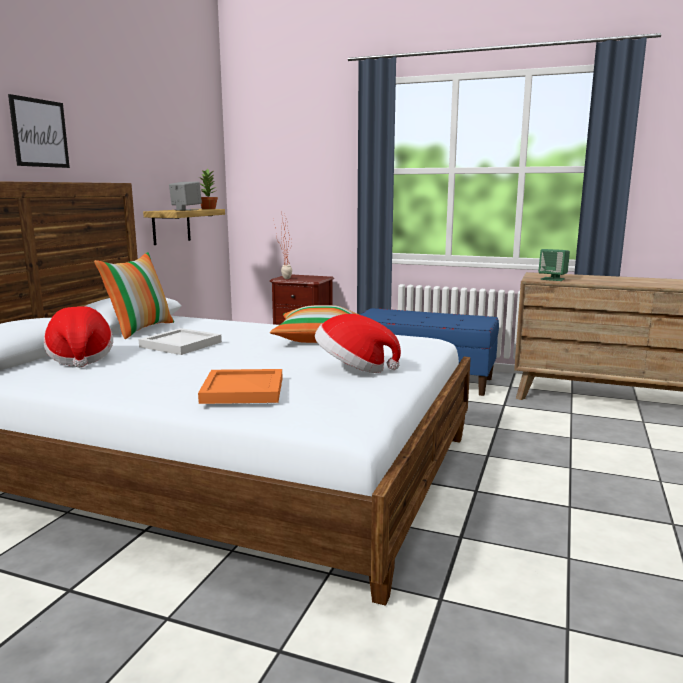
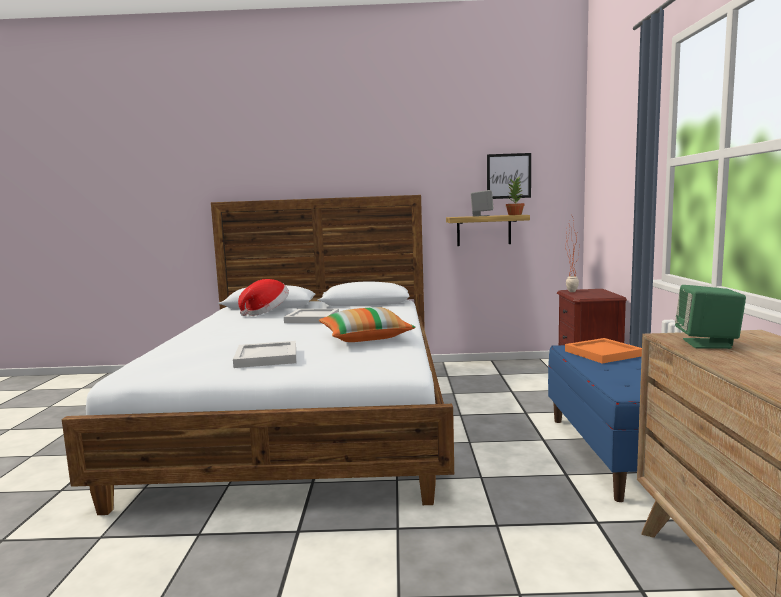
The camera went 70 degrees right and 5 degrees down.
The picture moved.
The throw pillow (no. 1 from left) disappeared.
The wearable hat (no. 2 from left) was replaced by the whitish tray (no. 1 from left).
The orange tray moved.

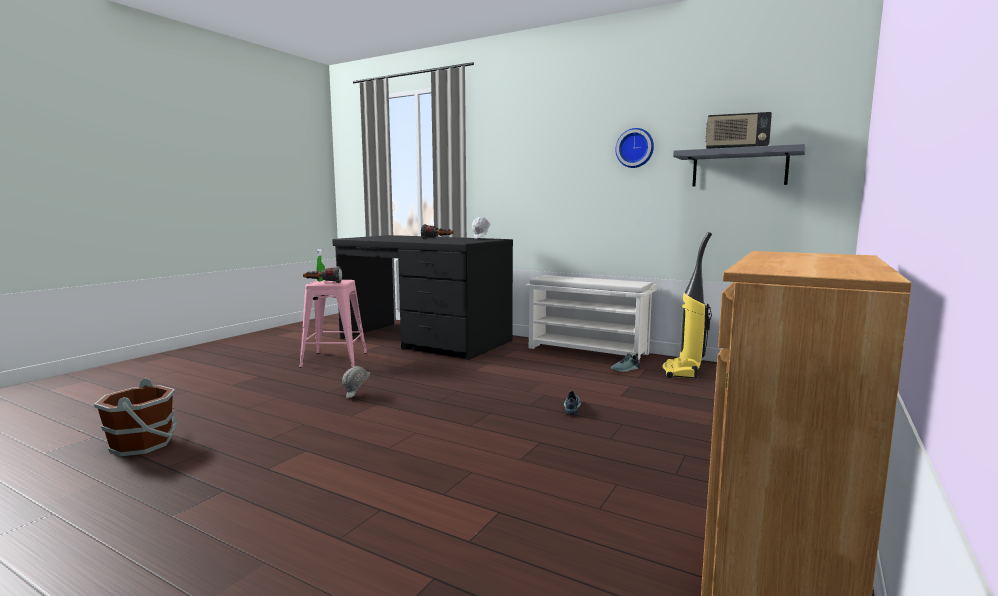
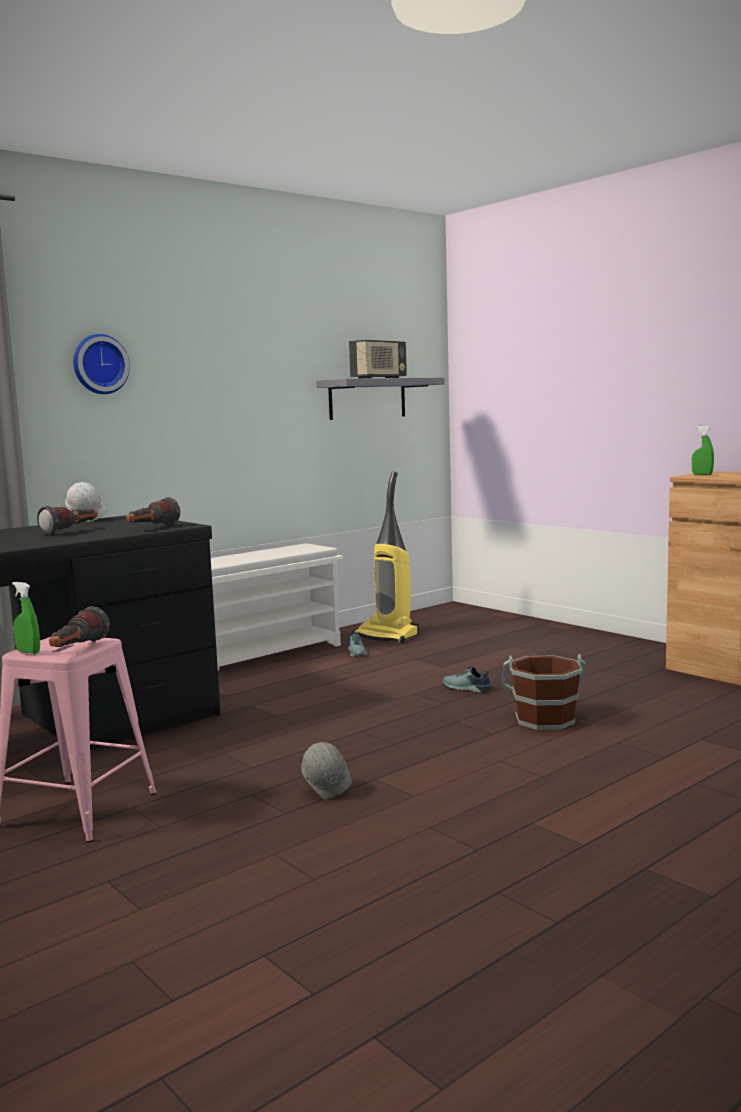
The camera went 70 degrees left and 0 degrees up.
The clock on the wall moved.
The brown-coloured pail moved.
The green sprayer (no. 2 from left) appeared.
The torch (no. 3 from left) appeared.

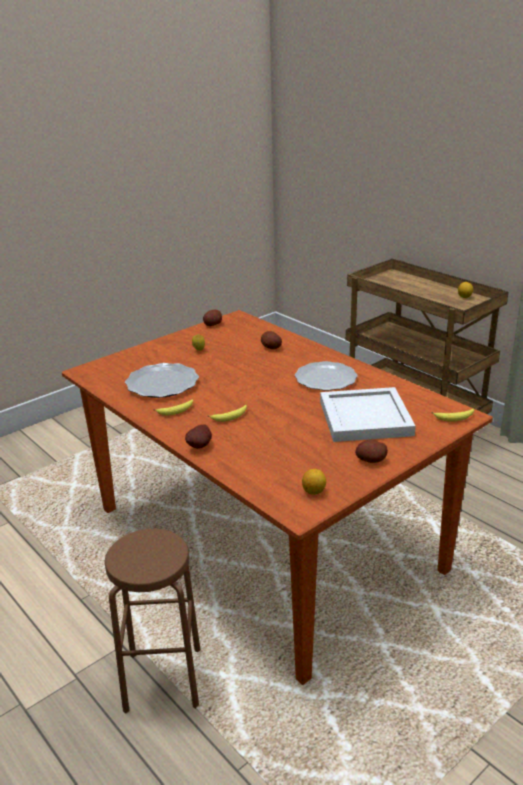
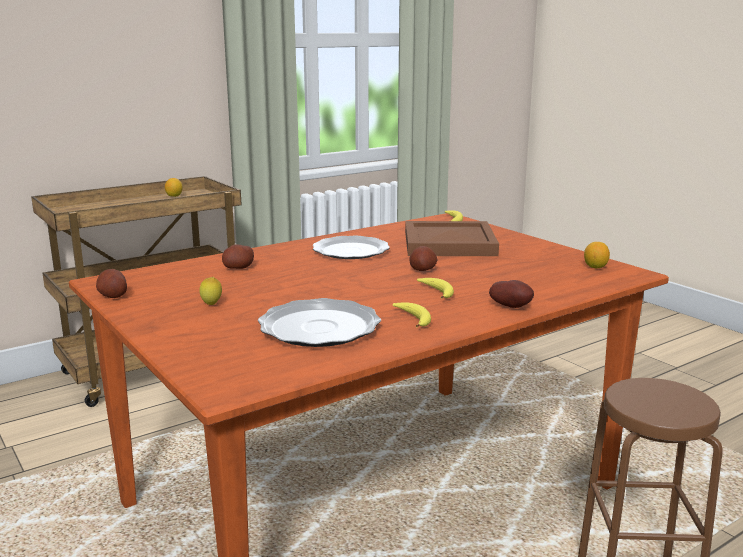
The camera went 85 degrees left and 10 degrees down.
The whitish tray became the brown-coloured tray.
The spud (no. 4 from left in the first image) moved.

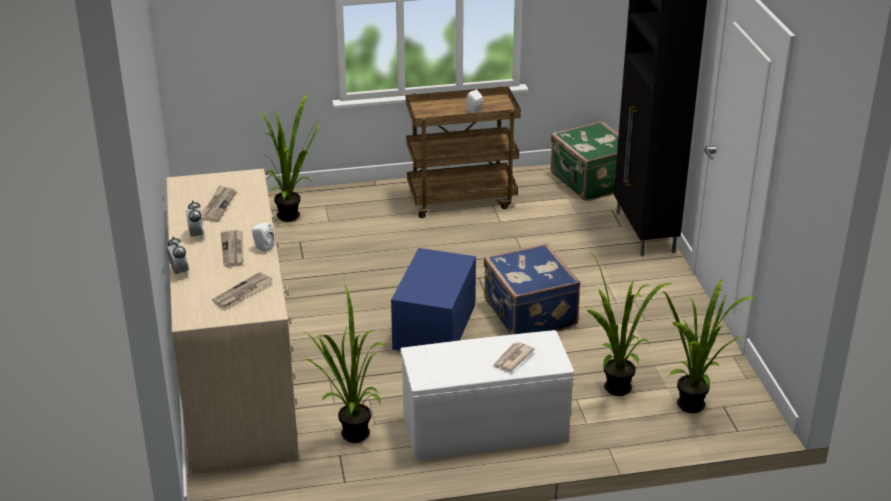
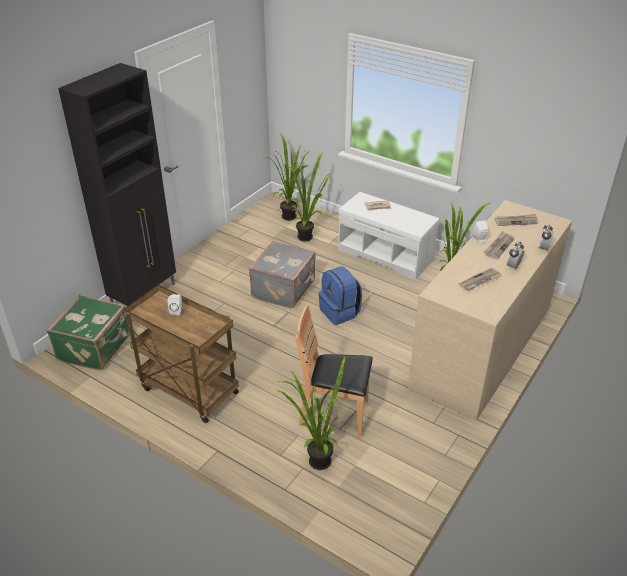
The camera went 135 degrees left and 5 degrees up.
The blue piece of luggage became the grey piece of luggage.
The blue storage container was replaced by the blue backpack.
The brown-coloured chair appeared.

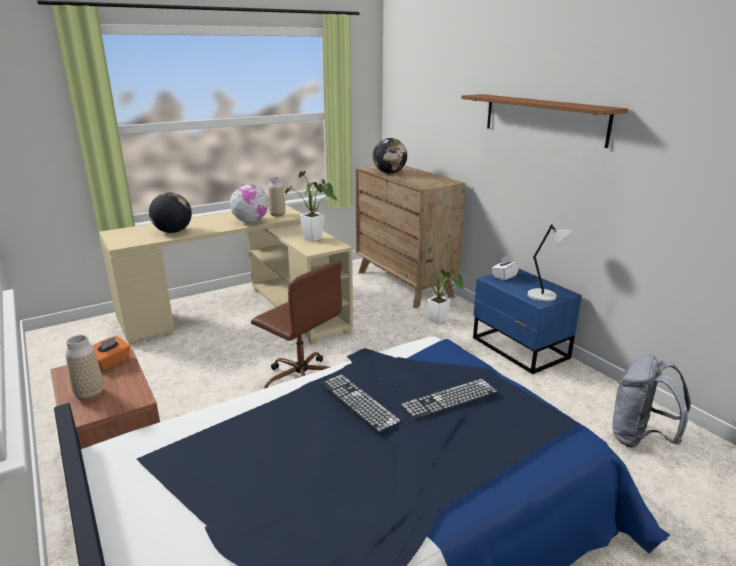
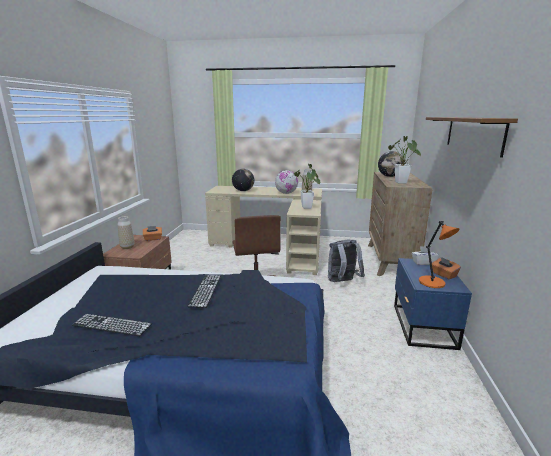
The camera went 40 degrees right and 5 degrees down.
The grey tabletop lamp became the orange tabletop lamp.
The plant in a pot (no. 2 from left) moved.
The grey backpack moved.
The computer keyboard (no. 2 from left in the first image) moved.
The orange tissue box (no. 2 from left) appeared.

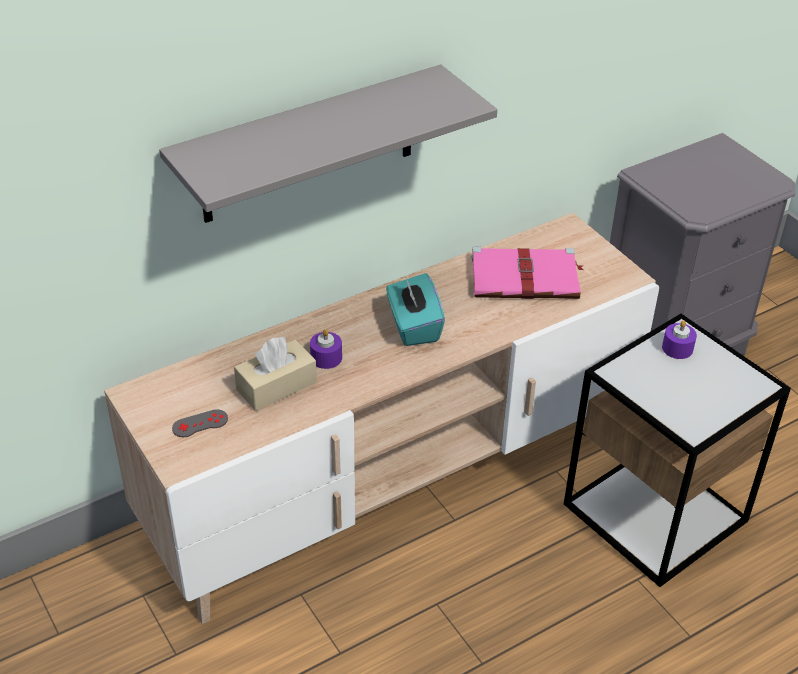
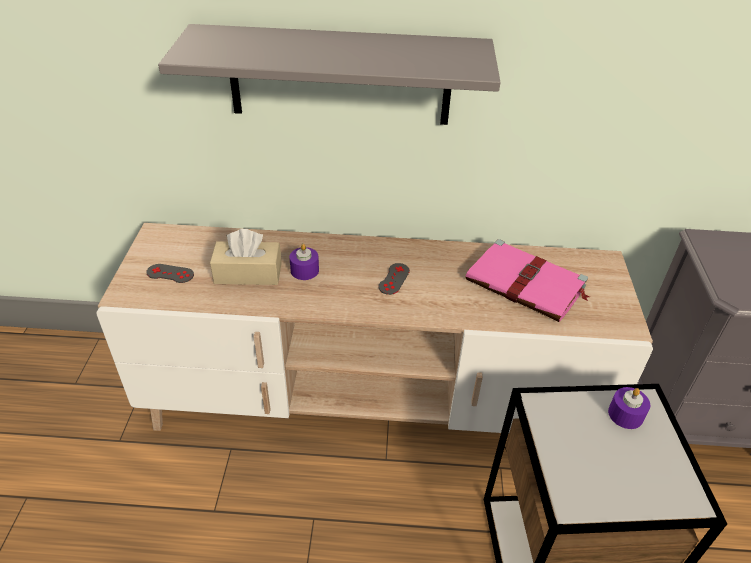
The camera went 35 degrees right and 0 degrees up.
The turquoise tissue box was replaced by the grey gamepad (no. 2 from left).

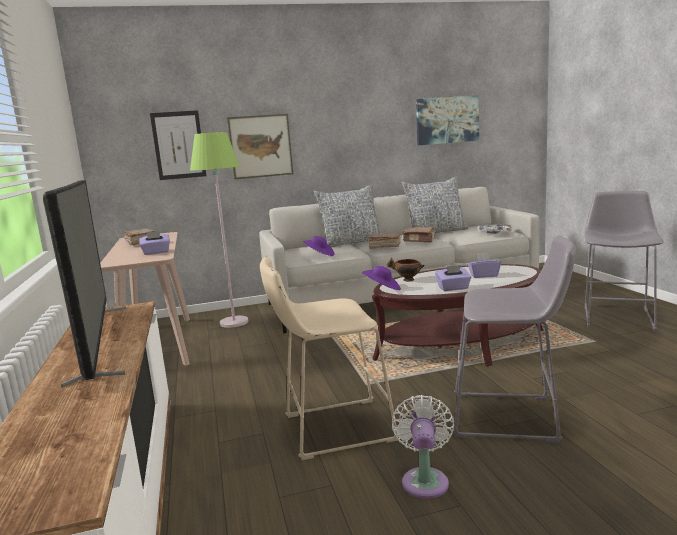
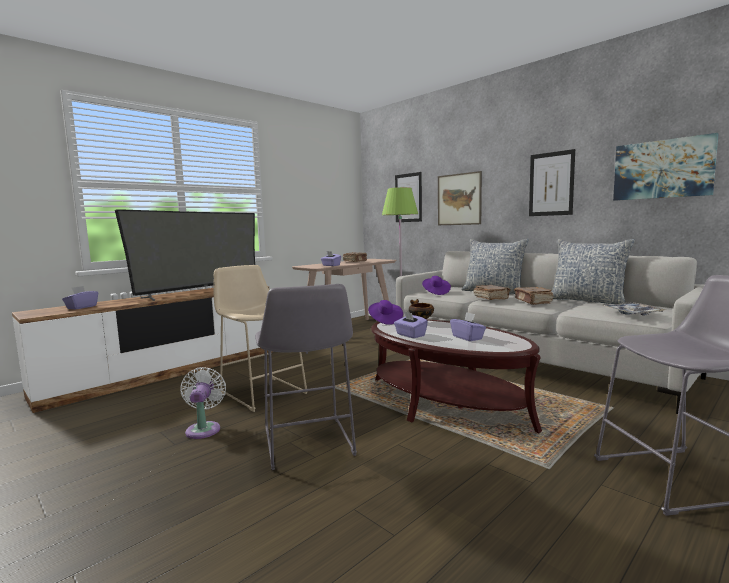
The camera went 60 degrees right and 5 degrees down.
The whitish cooling fan turned 75 degrees counterclockwise.
The picture (no. 3 from left) appeared.
The purple-coloured tissue box (no. 1 from left) appeared.

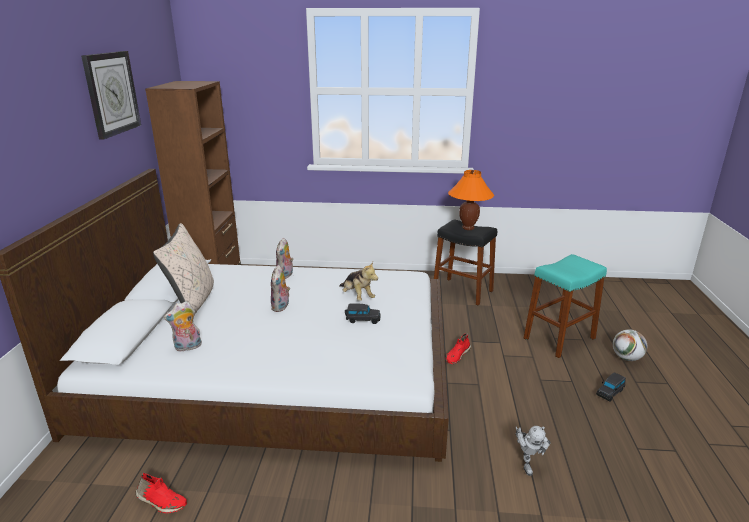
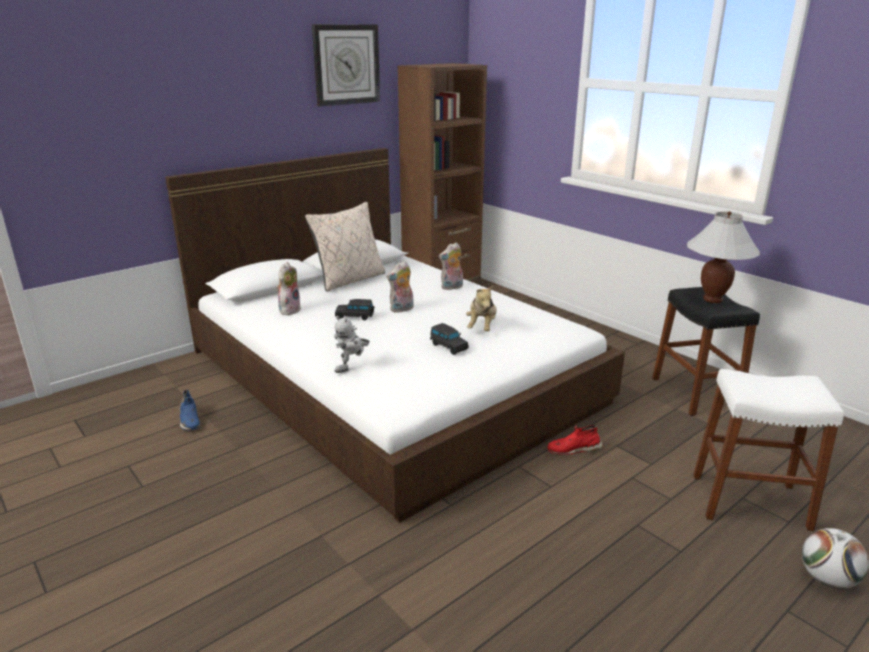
The camera went 45 degrees right and 0 degrees up.
The orange tabletop lamp became the whitish tabletop lamp.
The turquoise sitting stool became the whitish sitting stool.
The cuddly toy (no. 1 from left) turned 90 degrees clockwise.
The blackish toy car (no. 2 from left in the first image) moved.
The toy robot moved.
The red-coloured low shoe (no. 1 from left) became the blue low shoe.

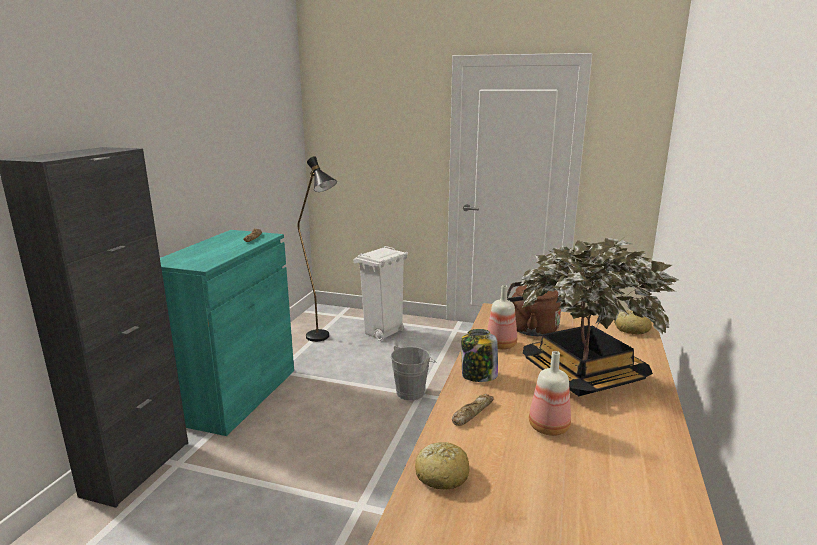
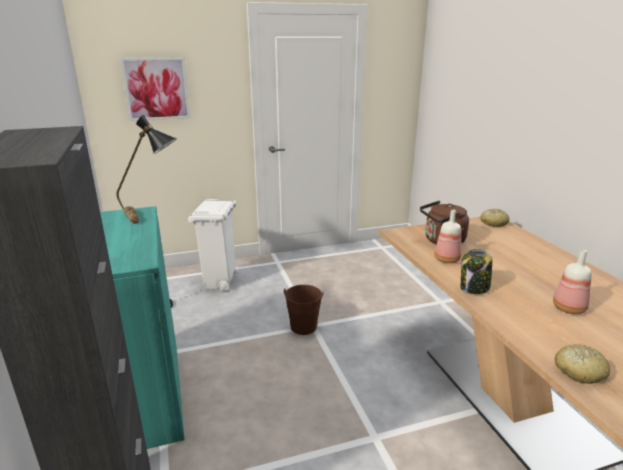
The camera went 35 degrees left and 5 degrees up.
The plant in a pot disappeared.
The grey pail became the brown-coloured pail.
The bread (no. 3 from left) disappeared.
The picture appeared.

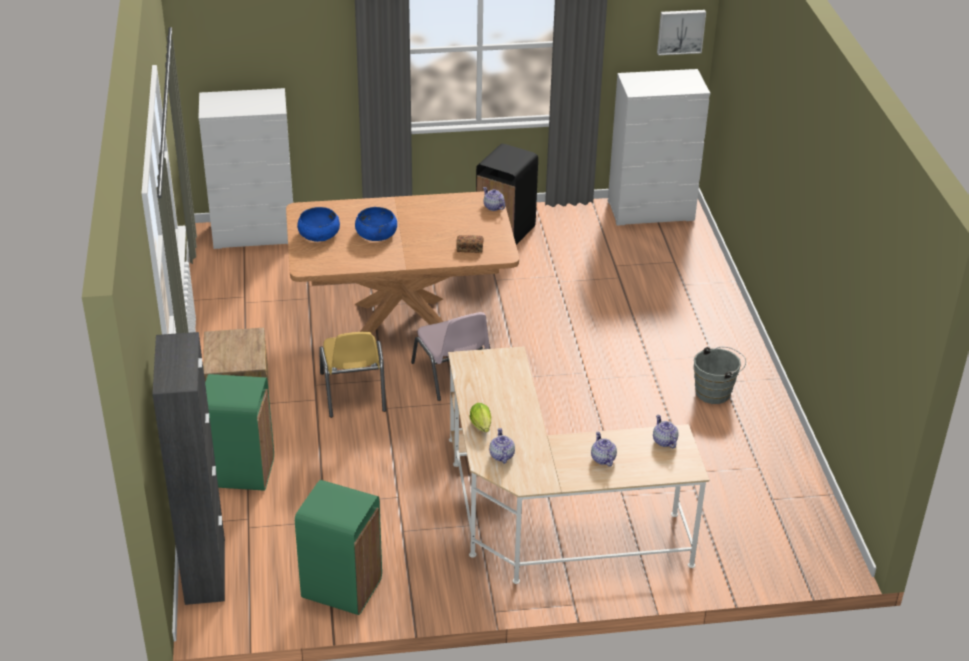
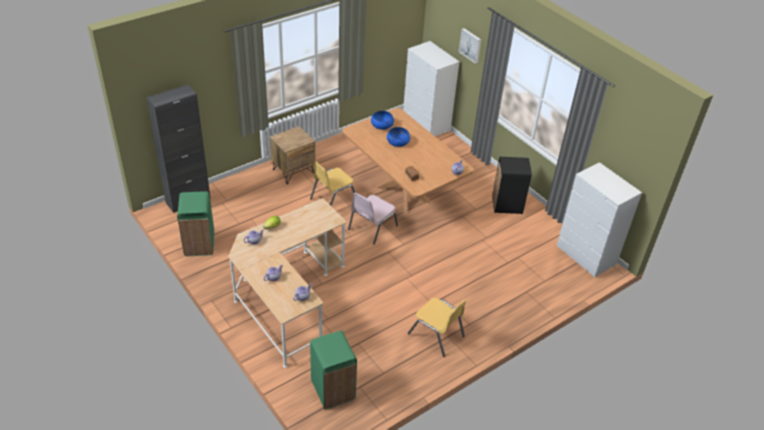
The camera went 60 degrees right and 5 degrees up.
The picture moved.
The grey pail was replaced by the yellow-coloured chair (no. 2 from left).
The green rubbish bin (no. 1 from left in the first image) moved.

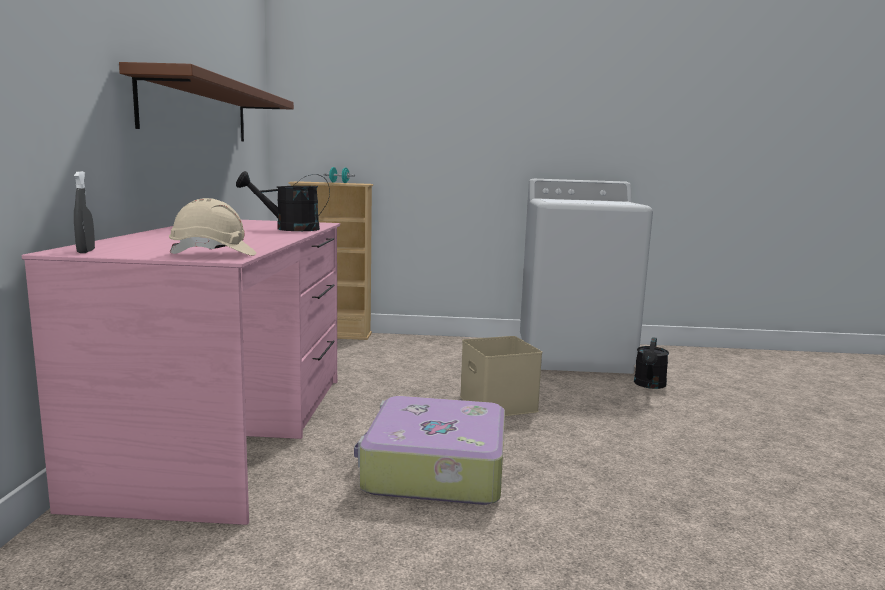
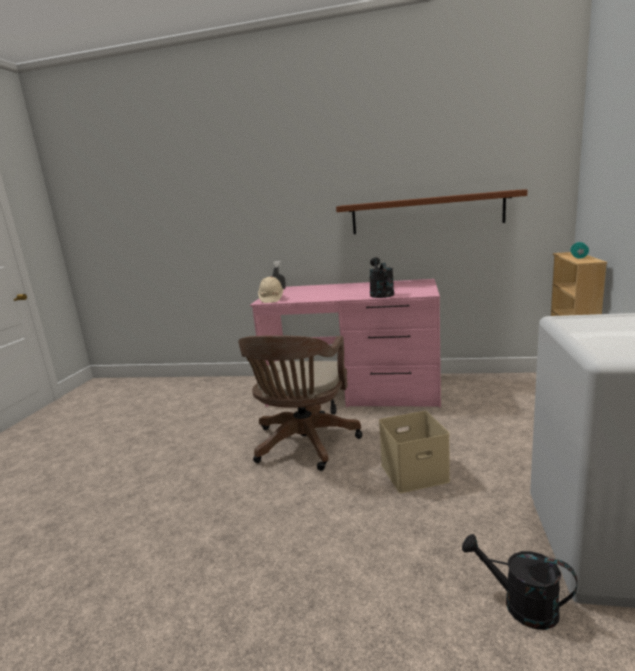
The camera went 100 degrees right and 5 degrees up.
The piece of luggage was replaced by the brown-coloured office chair.

